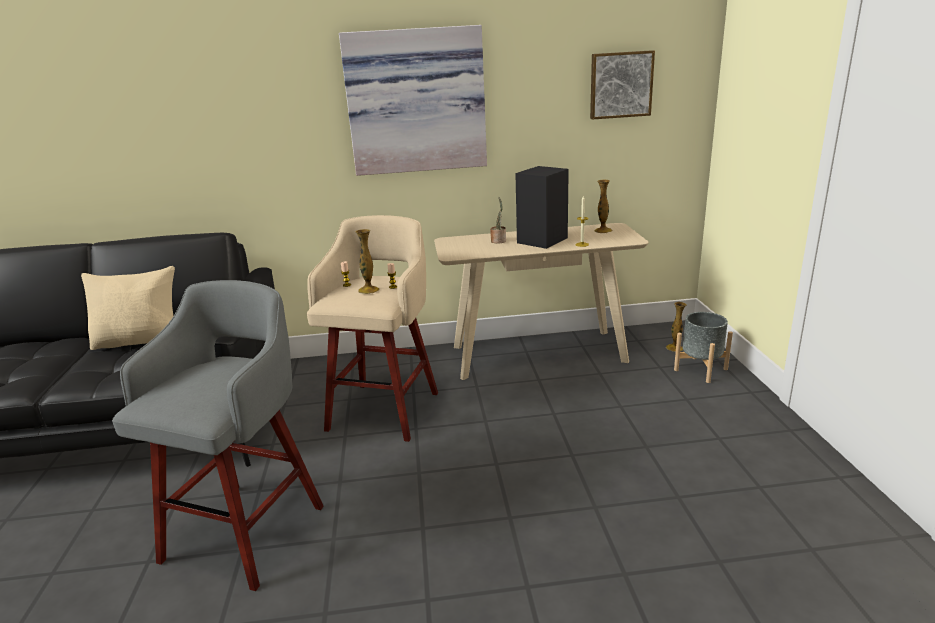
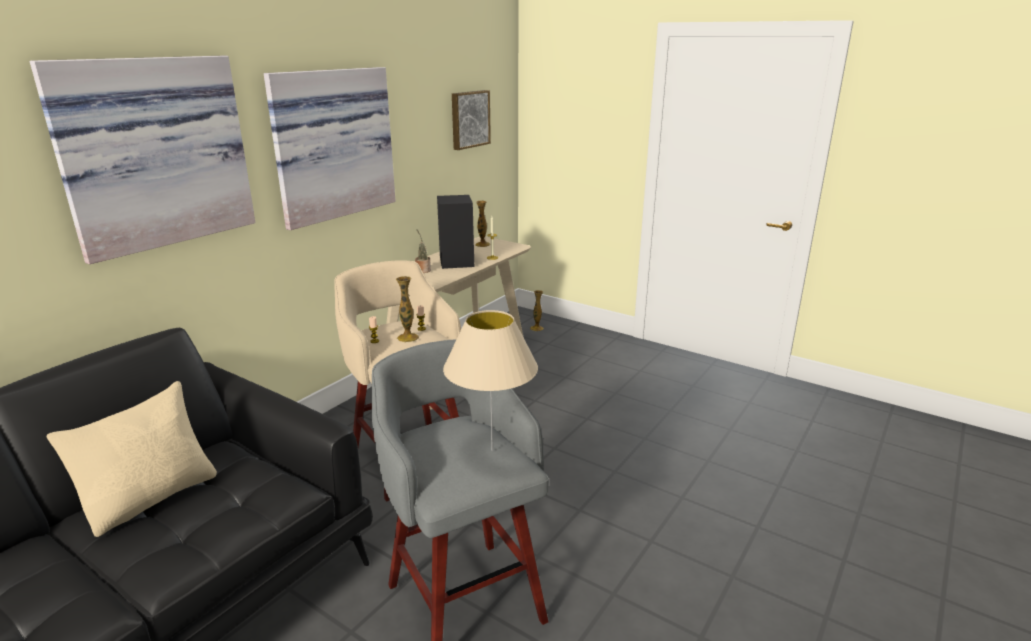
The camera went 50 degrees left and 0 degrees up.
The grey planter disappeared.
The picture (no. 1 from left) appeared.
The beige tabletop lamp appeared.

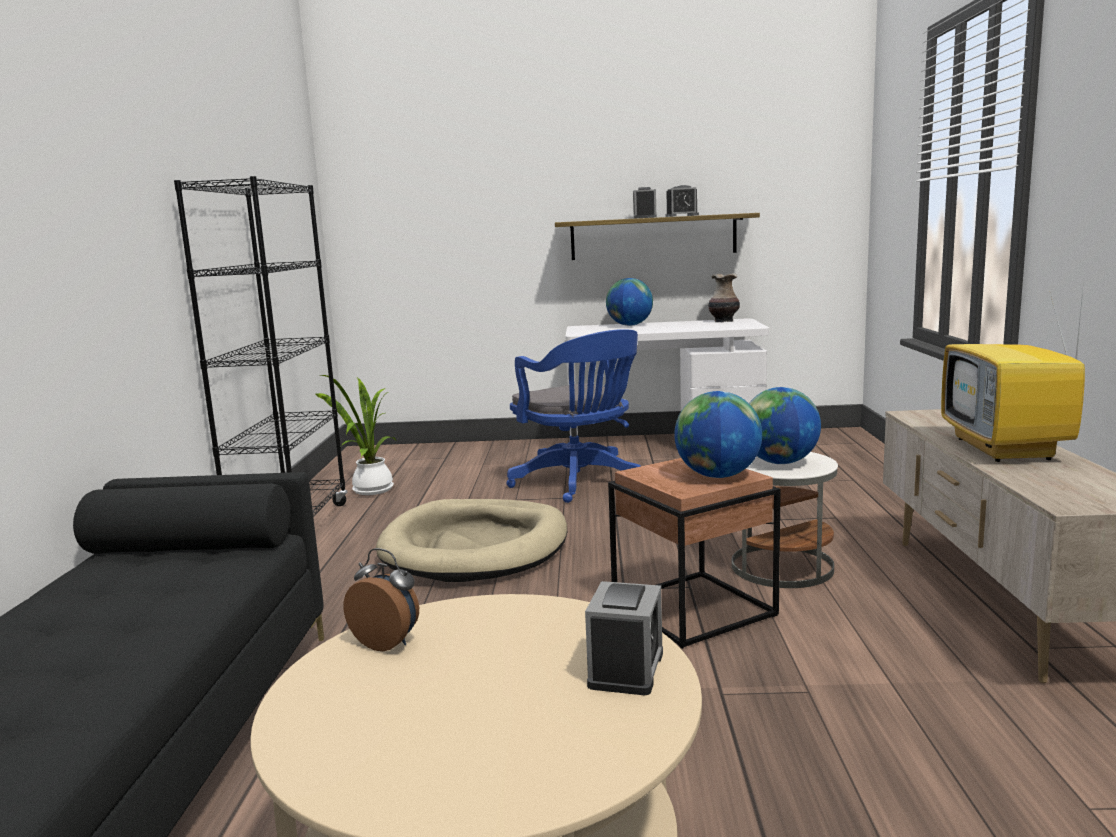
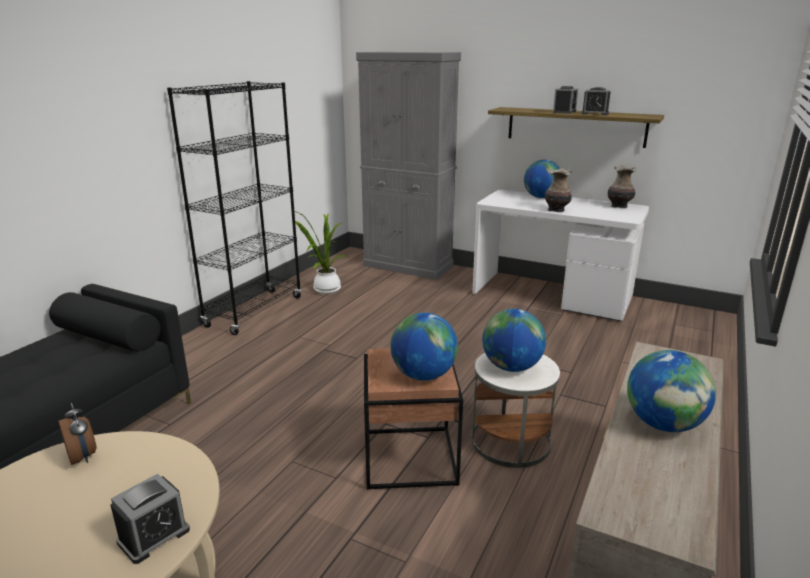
The camera went 25 degrees right and 10 degrees up.
The TV set was replaced by the world globe (no. 4 from left).
The blue office chair disappeared.
The beige dog cushion disappeared.
The grey cabinet appeared.
The decorative vase (no. 1 from left) appeared.

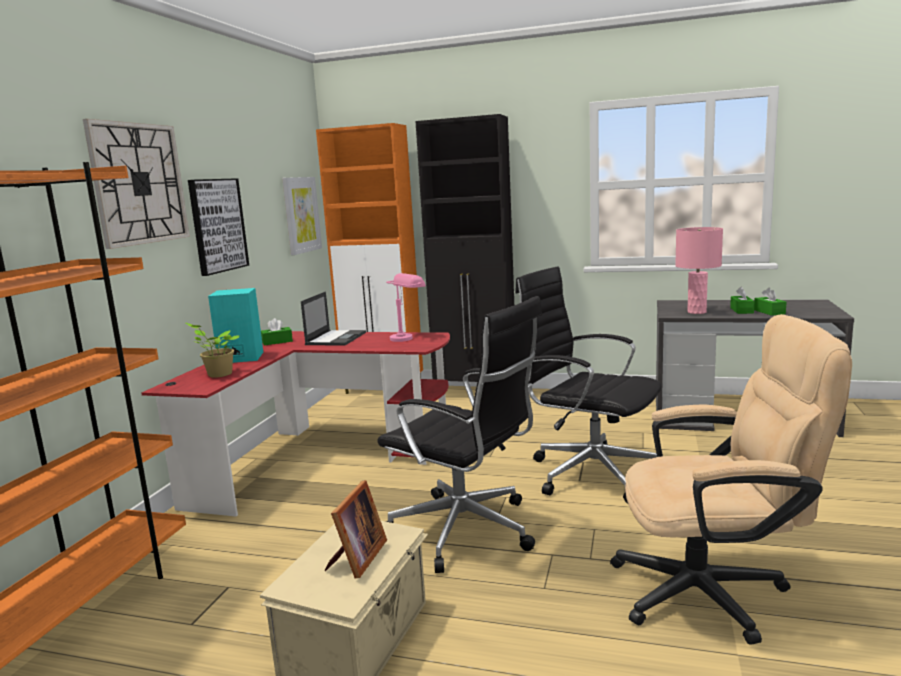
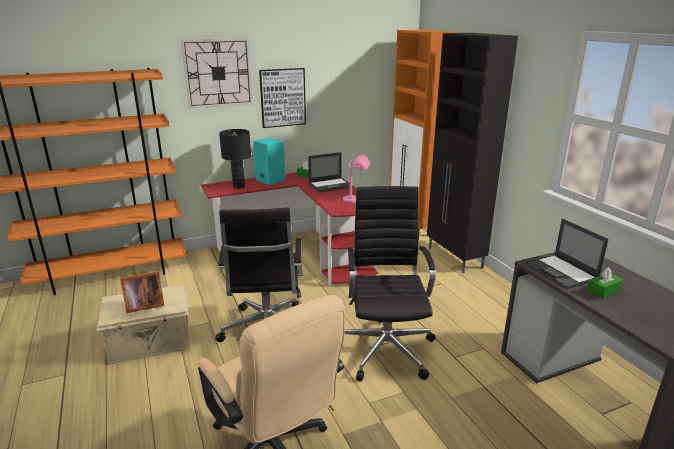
The camera went 50 degrees right and 10 degrees up.
The picture (no. 2 from left) disappeared.
The pinkish tabletop lamp (no. 2 from left) was replaced by the laptop (no. 2 from left).
The green tissue box (no. 3 from left) disappeared.
The plant in a pot was replaced by the blackish tabletop lamp.

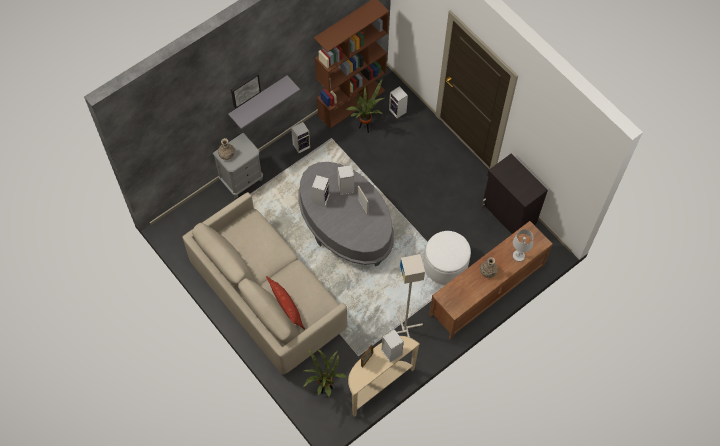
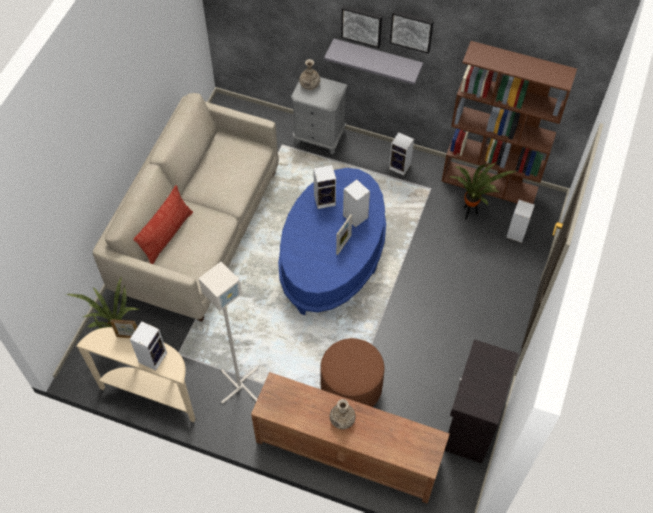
The camera went 60 degrees right and 5 degrees down.
The grey coffee table became the blue coffee table.
The whitish tabletop lamp disappeared.
The whitish pouffe became the brown-coloured pouffe.
The picture (no. 2 from left) appeared.

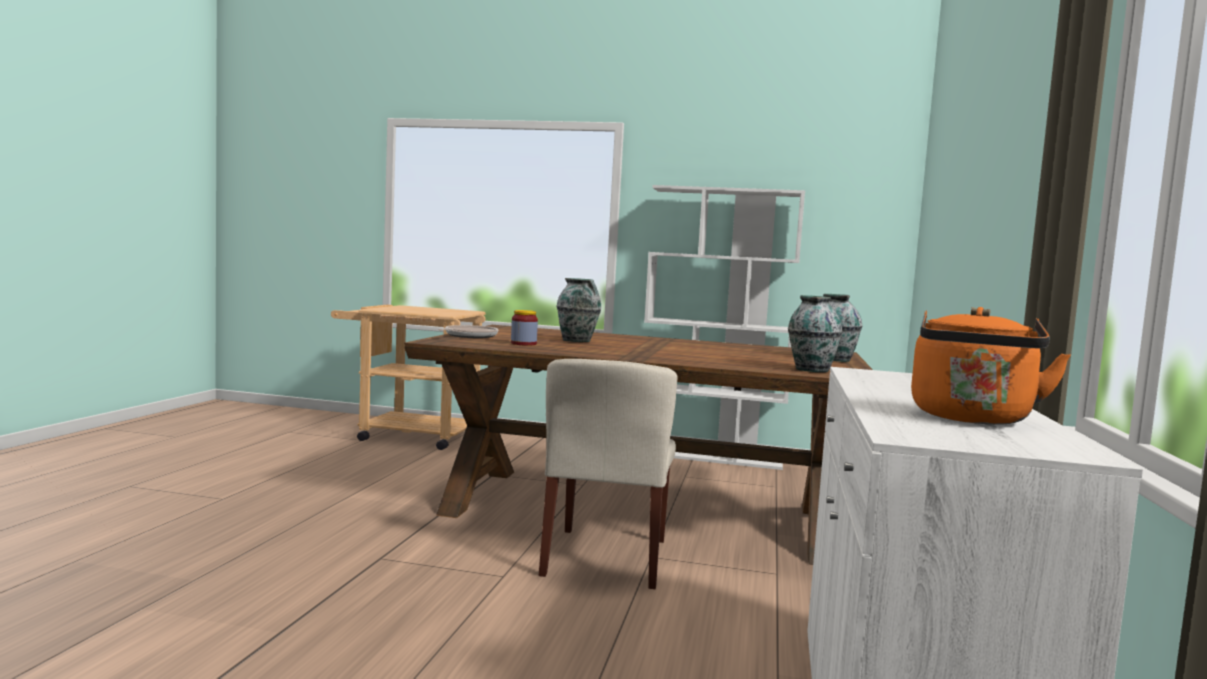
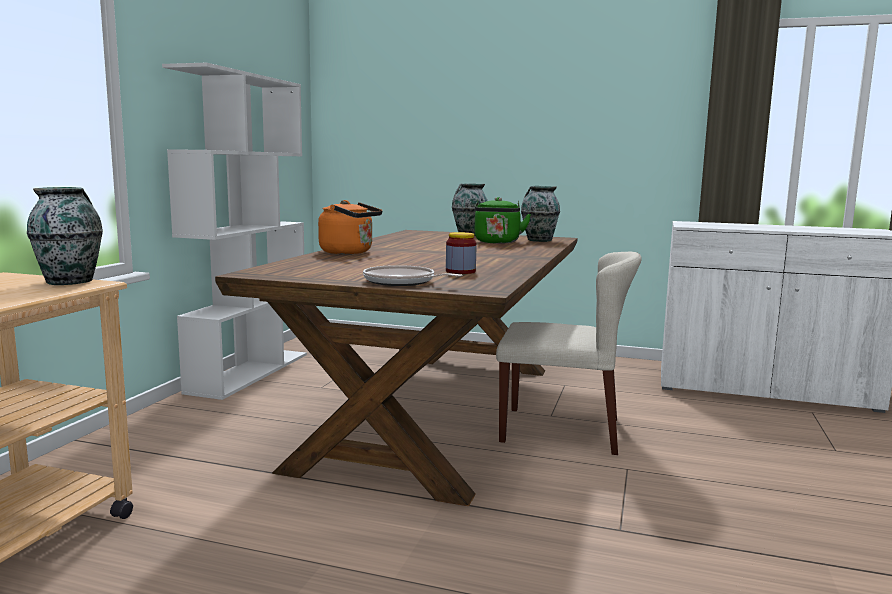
The camera went 85 degrees left and 5 degrees up.
The decorative vase (no. 1 from left) moved.
The orange kettle moved.
The green kettle appeared.

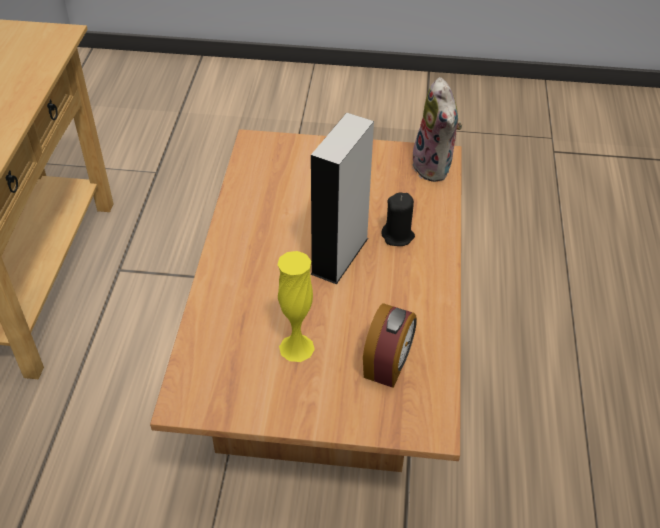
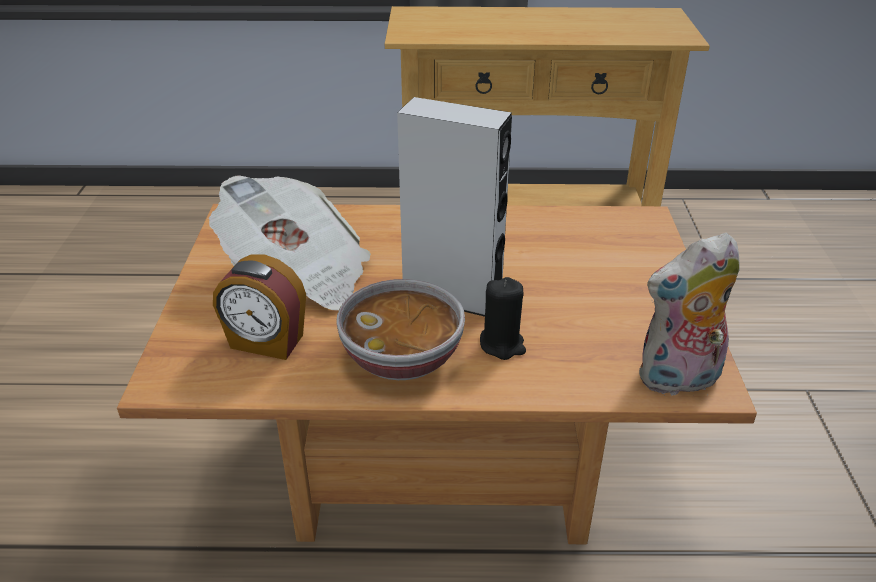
The camera went 85 degrees right and 10 degrees down.
The yellow-coloured decorative vase was replaced by the printed paper.
The bowl appeared.

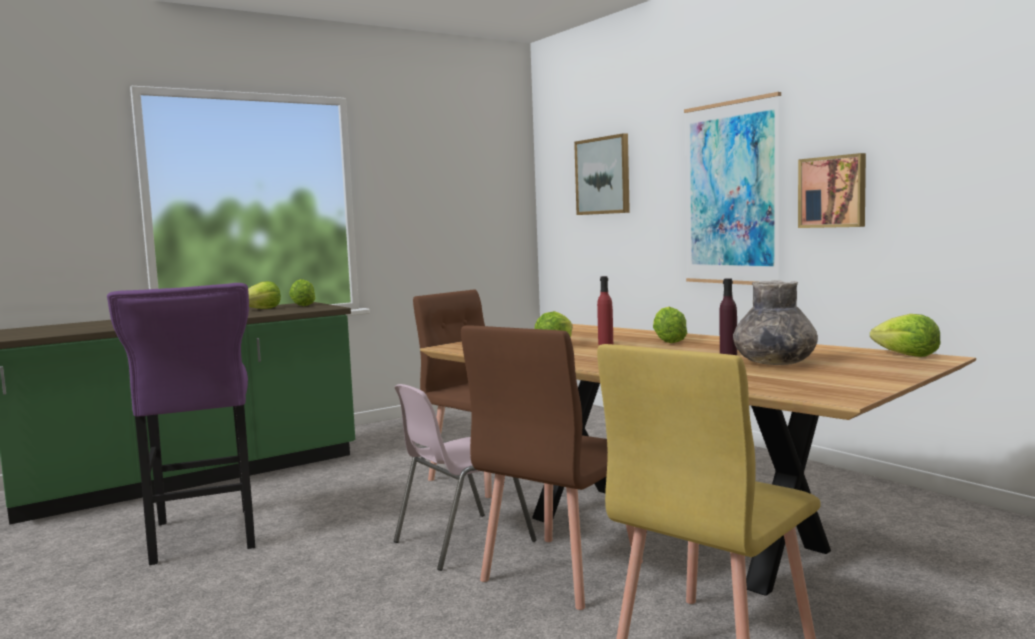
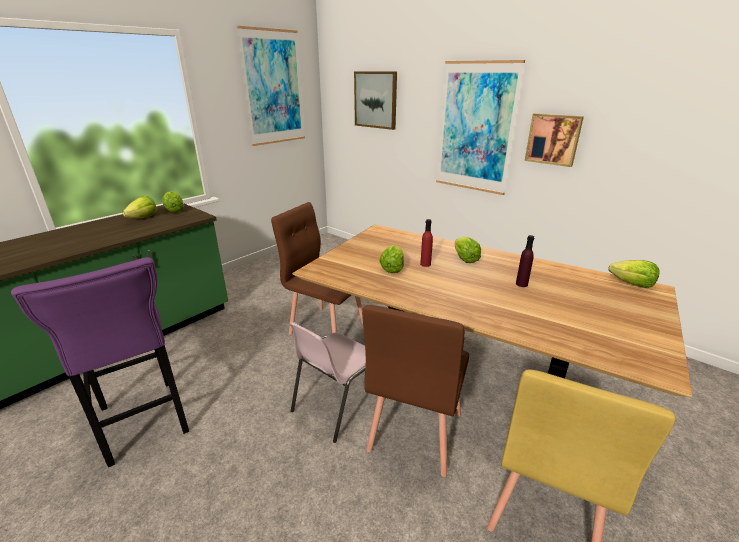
The camera went 15 degrees left and 20 degrees up.
The grey decorative vase disappeared.
The picture (no. 1 from left) appeared.

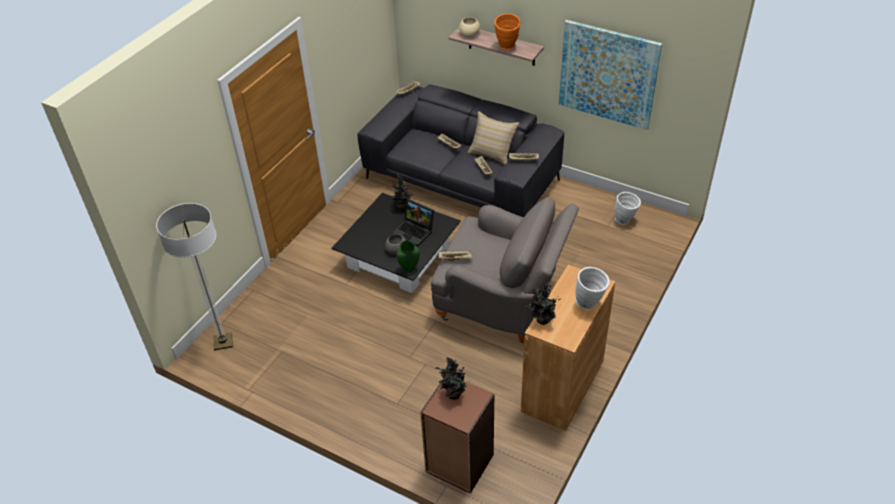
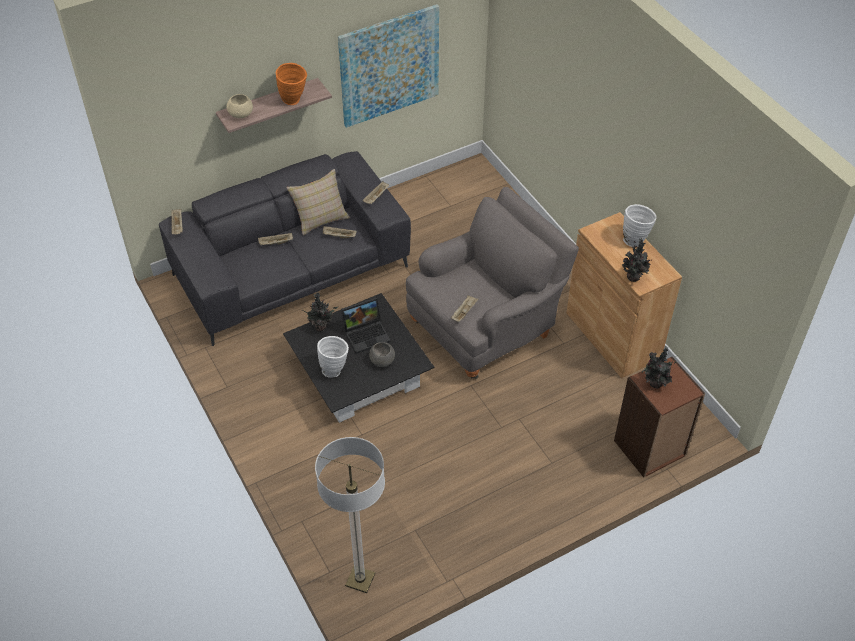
The camera went 60 degrees left and 5 degrees up.
The whitish decorative vase (no. 2 from left in the first image) moved.
The green decorative vase disappeared.

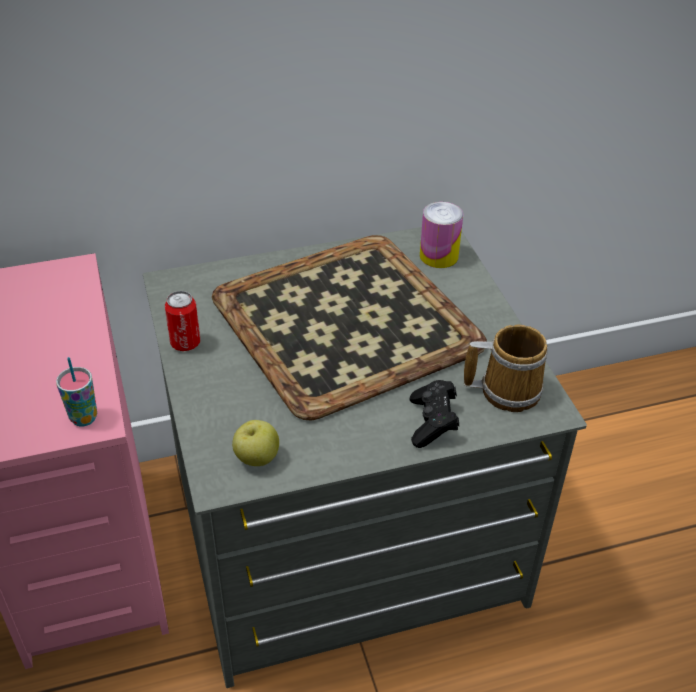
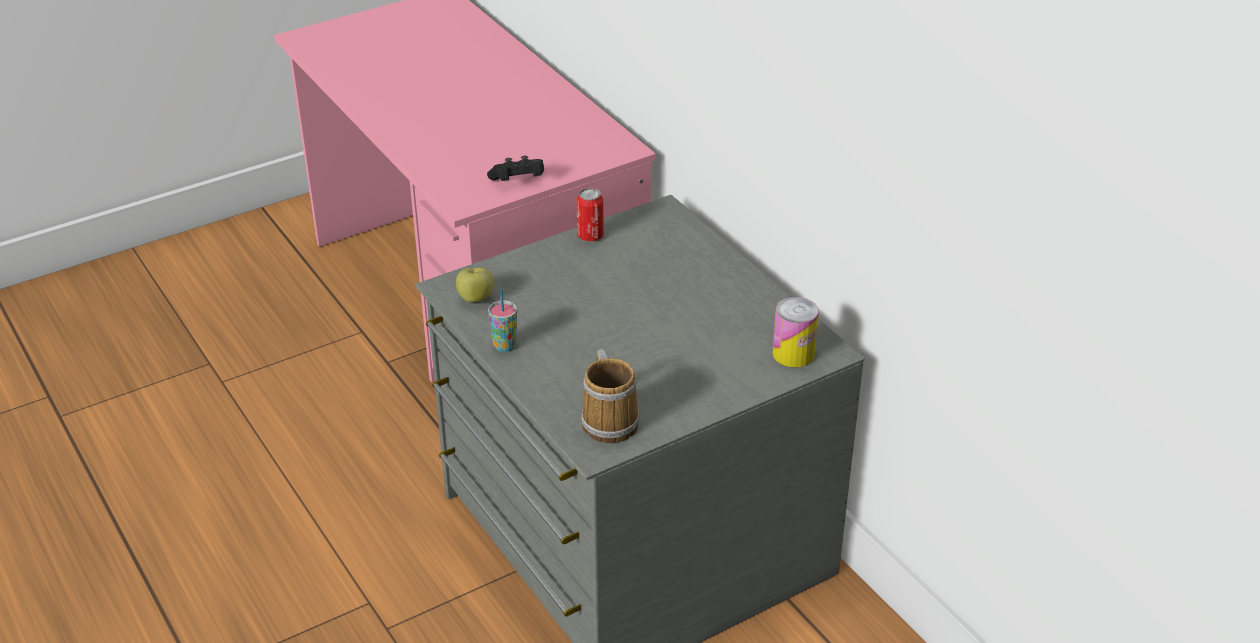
The camera went 75 degrees right and 5 degrees down.
The tray disappeared.
The small cup moved.
The blackish gamepad moved.

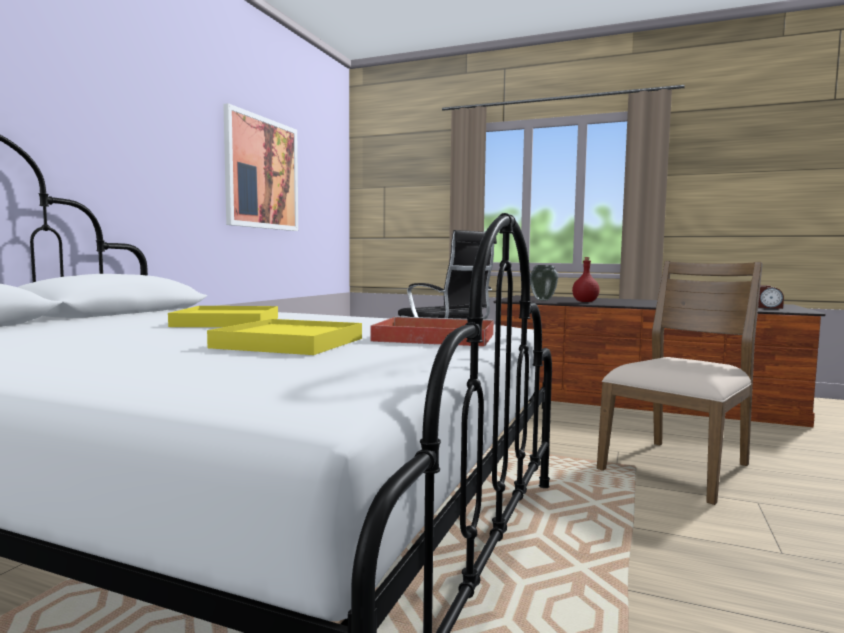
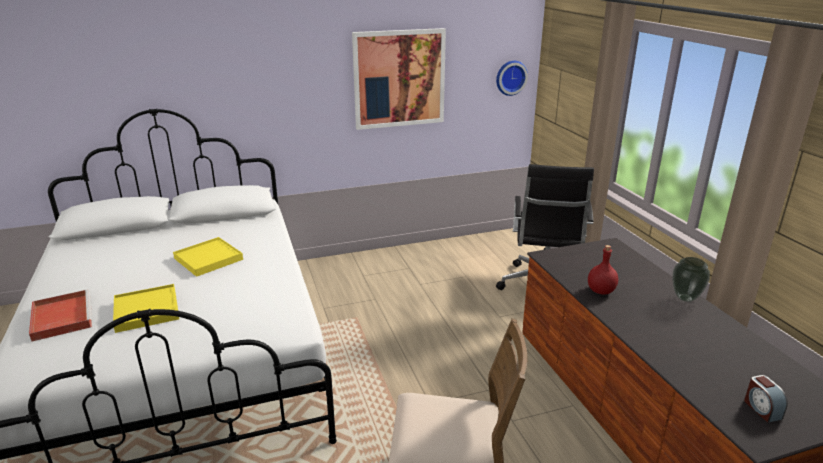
The camera went 50 degrees right and 20 degrees up.
The decorative vase moved.
The red-coloured tray moved.
The clock on the wall appeared.

